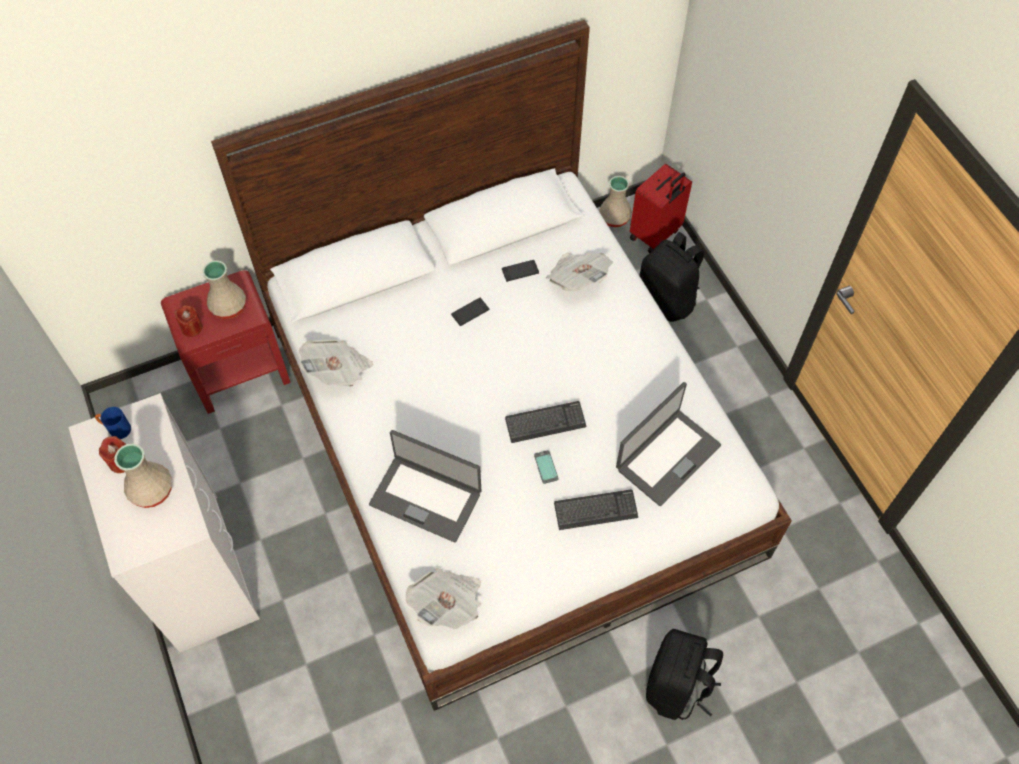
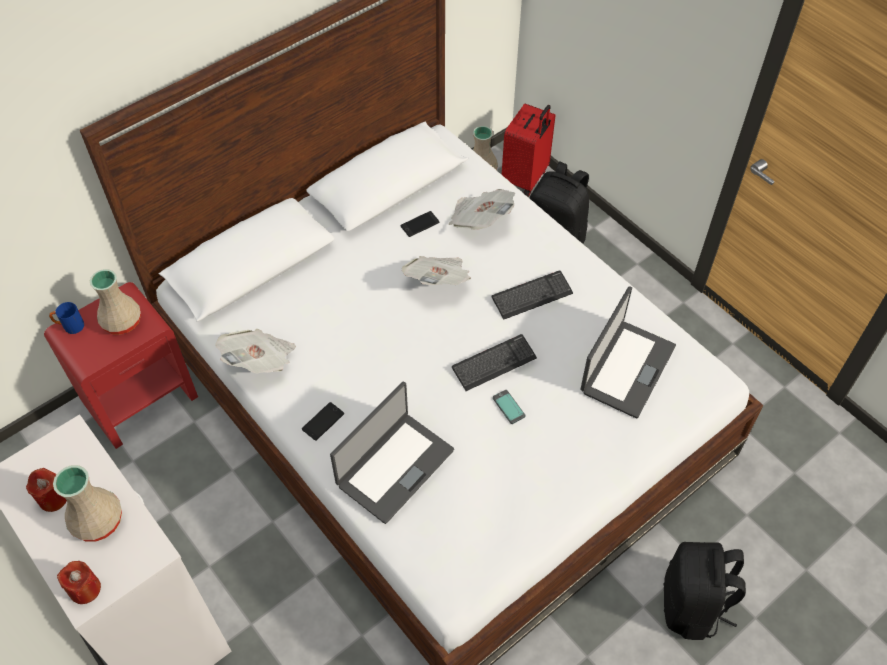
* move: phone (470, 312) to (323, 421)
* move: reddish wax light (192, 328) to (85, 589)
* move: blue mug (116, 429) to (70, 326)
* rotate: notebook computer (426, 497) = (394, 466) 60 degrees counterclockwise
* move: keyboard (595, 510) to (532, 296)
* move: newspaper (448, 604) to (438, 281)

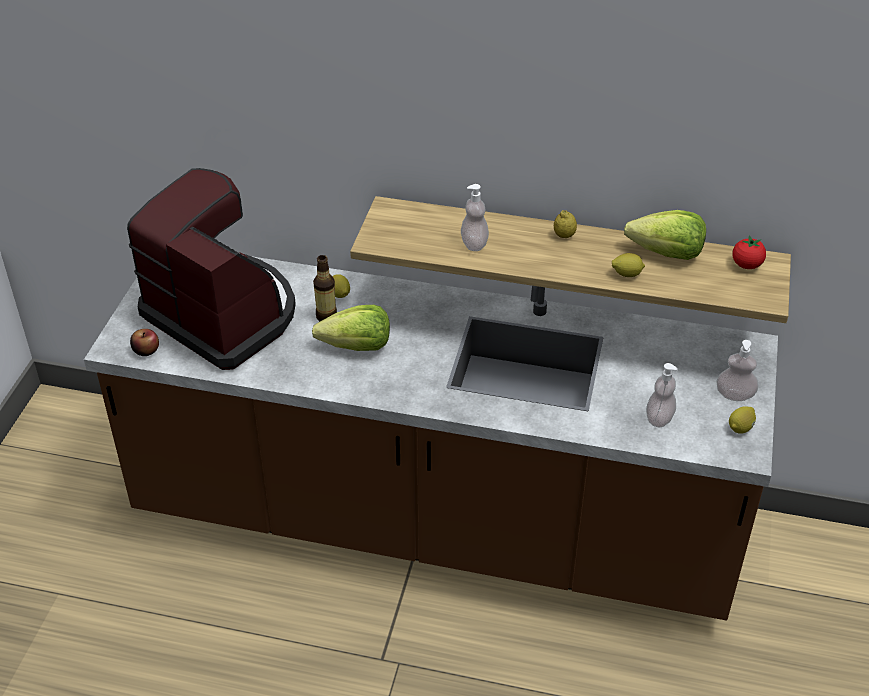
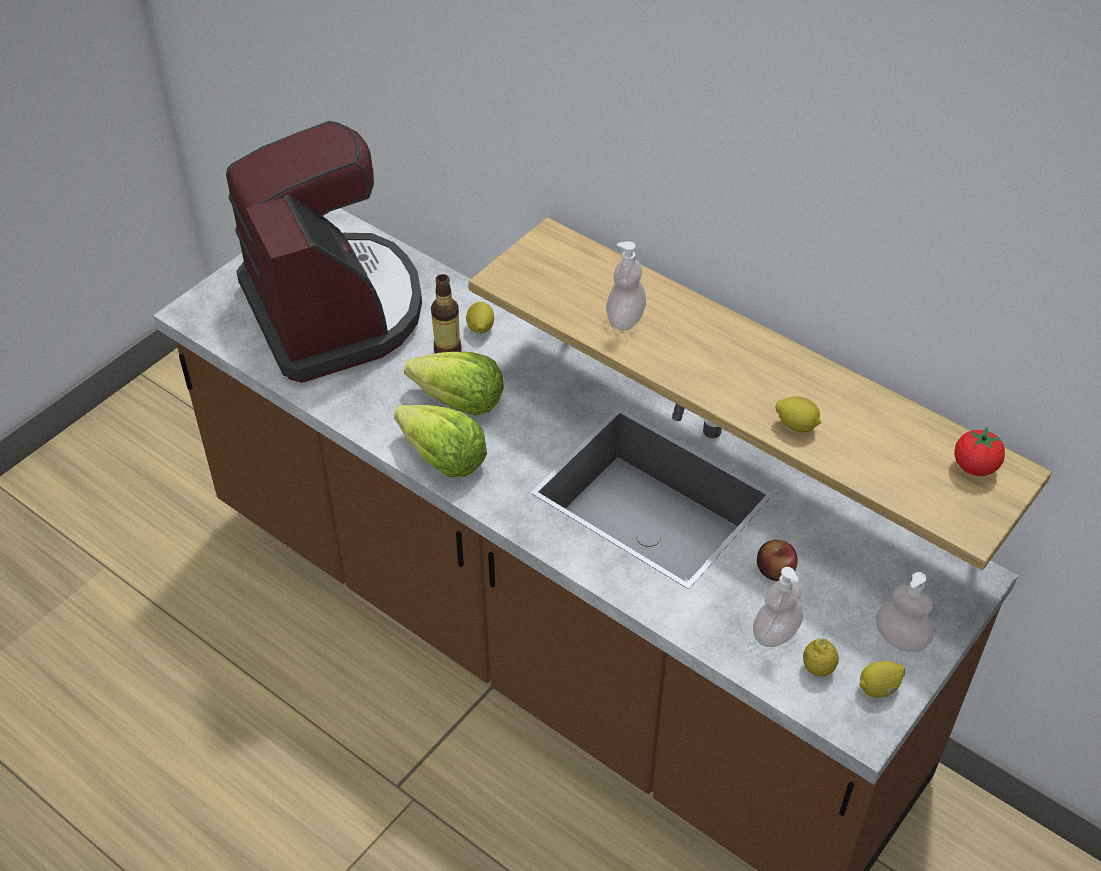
* move: citrus fruit (564, 235) to (818, 668)
* move: lettuce (666, 253) to (442, 459)
* move: apple (146, 350) to (775, 569)

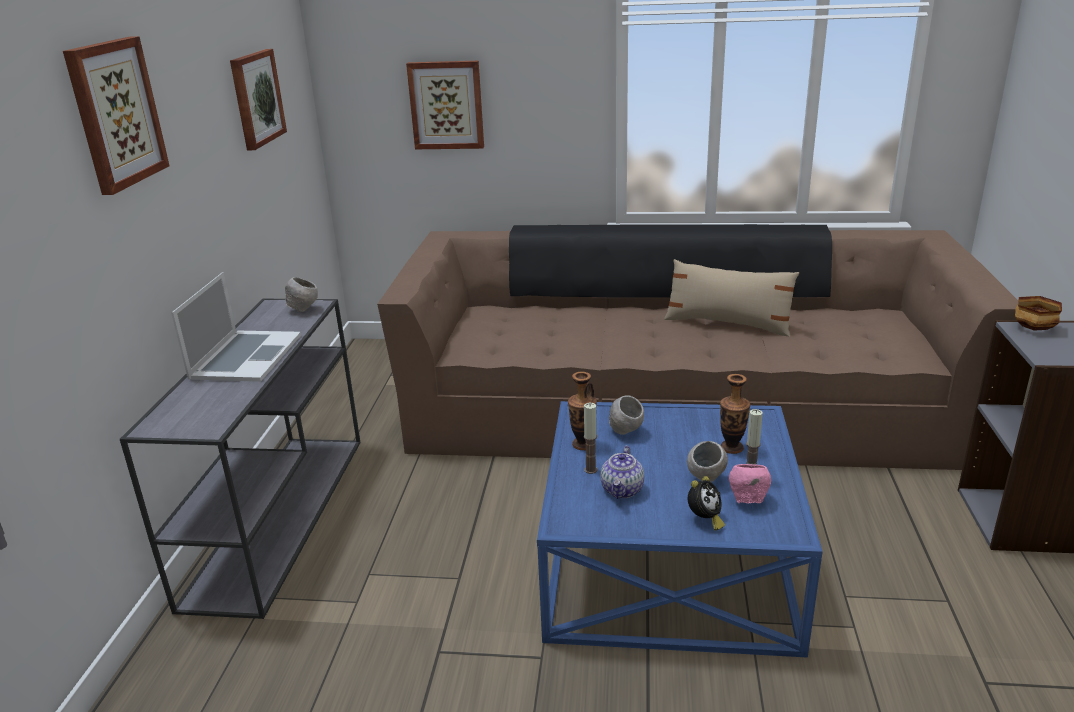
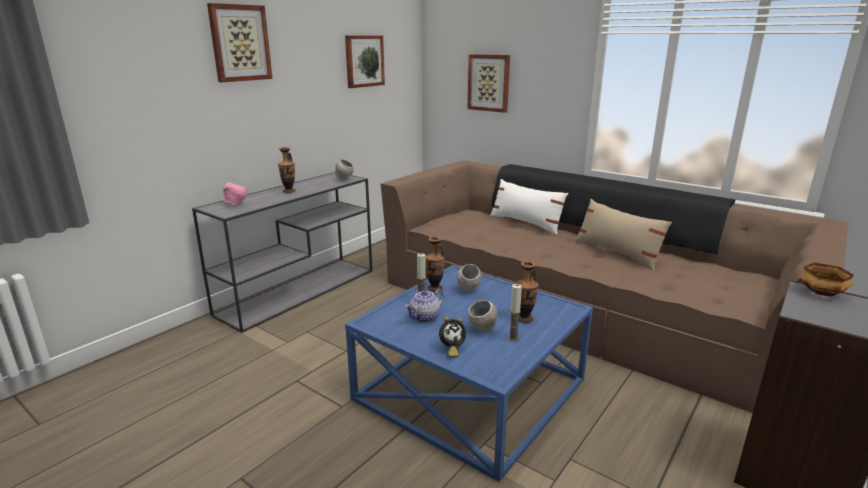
* replace: notebook computer (245, 356) to vase (289, 191)
* move: pinkish serving bowl (748, 500) to (236, 204)
* insert: whitish pillow (526, 223)

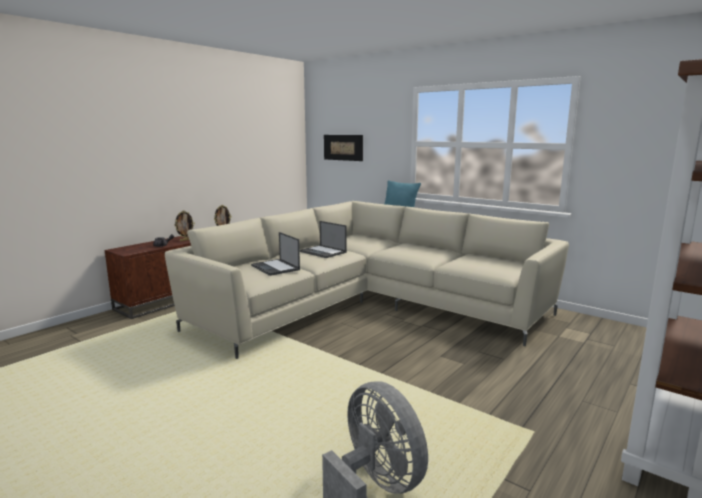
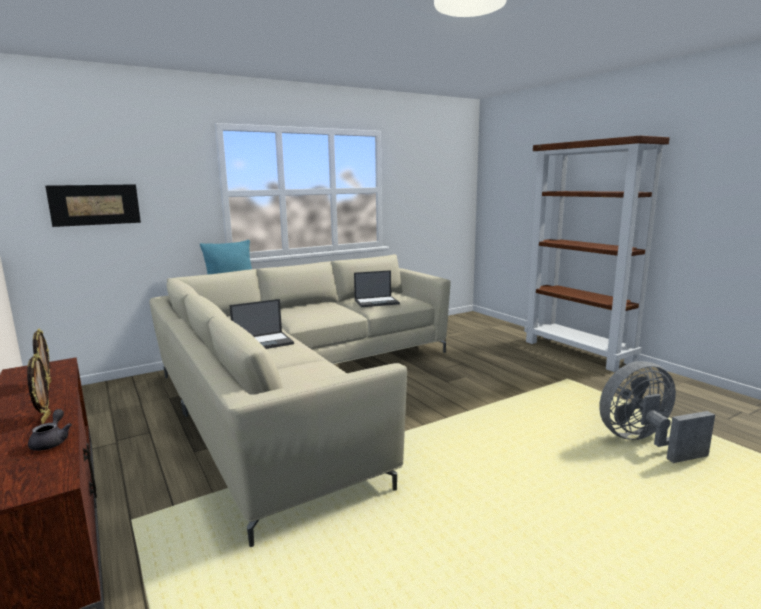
* move: notebook computer (276, 268) to (377, 302)

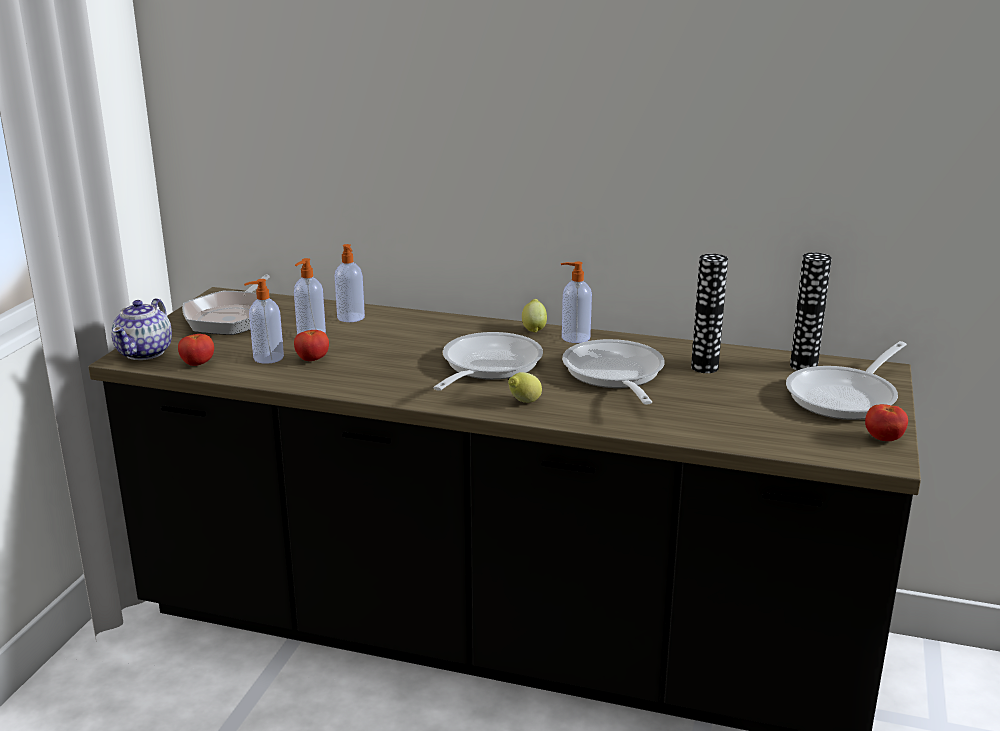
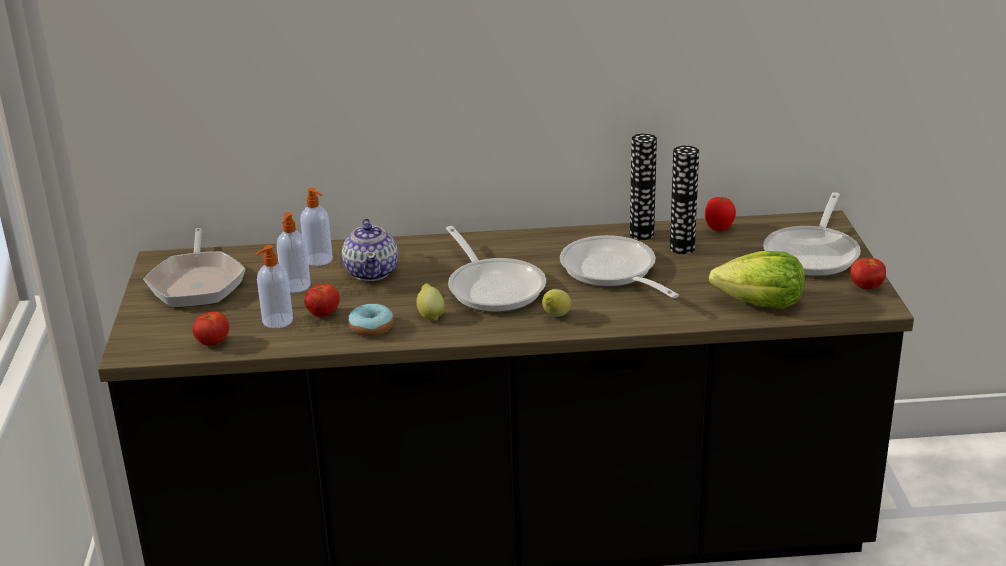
* move: vase (803, 366) to (641, 234)
* delete: liquid soap bottle (574, 338)
* move: tea pot (145, 352) to (372, 272)
* move: citrus fruit (534, 329) to (430, 316)
* rotate: frying pan (487, 367) = (493, 287) 150 degrees clockwise
* insert: tomato (718, 229)
* insert: lettuce (760, 303)
* insert: ring doughnut (371, 327)

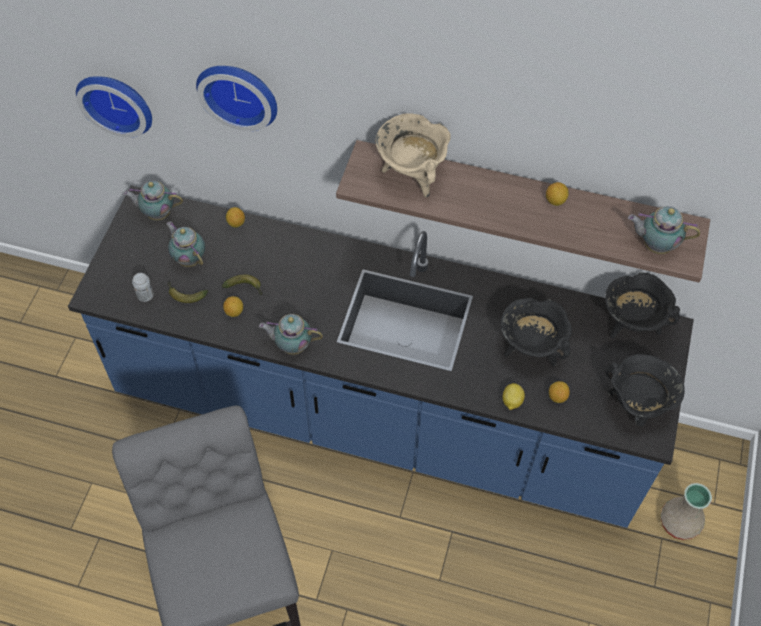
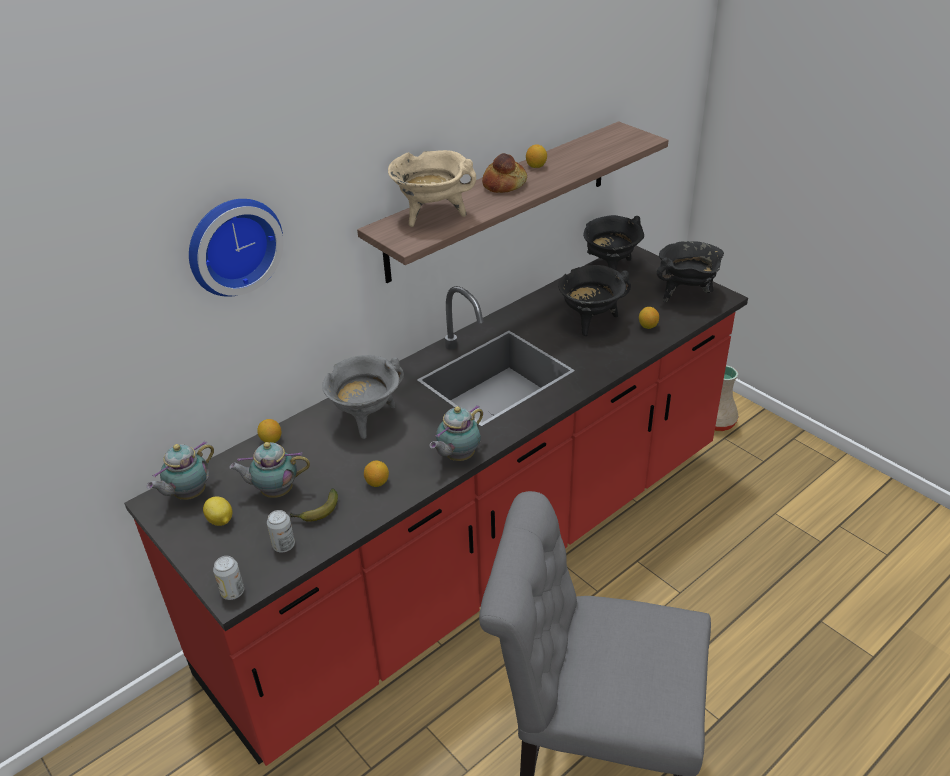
* delete: hanging clock (117, 101)
* recolor: blue kitchen counter (378, 415) to reddish kitchen counter (481, 557)
* delete: tea pot (655, 245)
* delete: banana (245, 288)
* move: citrus fruit (511, 401) to (220, 521)
* insert: baked bread (504, 185)
* insert: grey saucepot (366, 419)
* insert: metal can (232, 592)

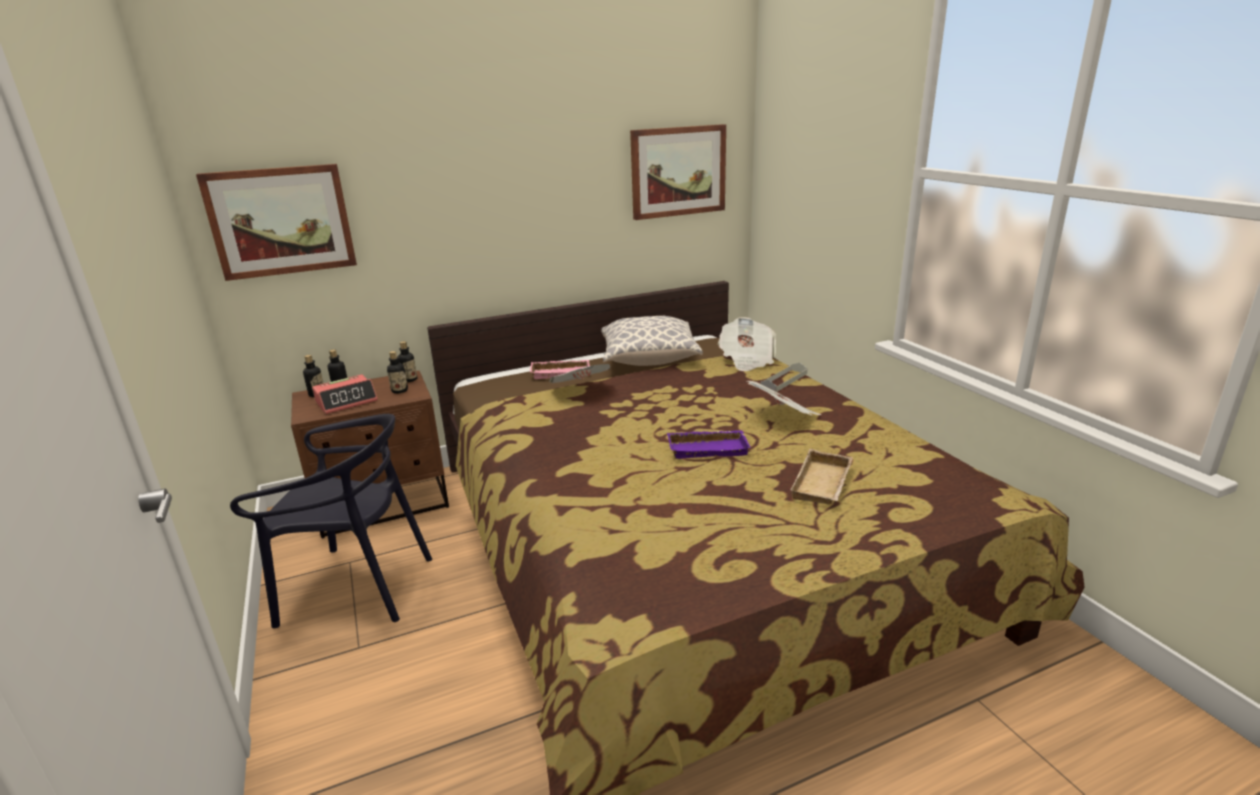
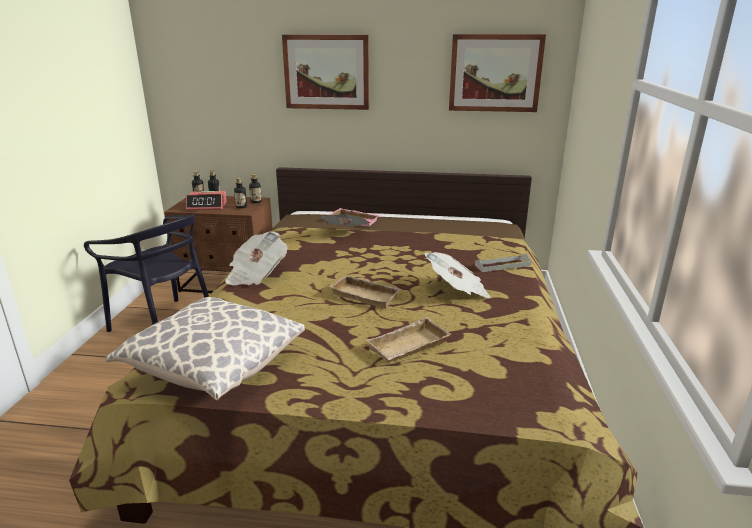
* move: wall art (281, 221) to (326, 72)
* move: pillow (649, 359) to (213, 367)
* move: newspaper (746, 360) to (256, 275)
* recolor: purple-coloured carrying tray (708, 448) to beige-coloured carrying tray (367, 295)

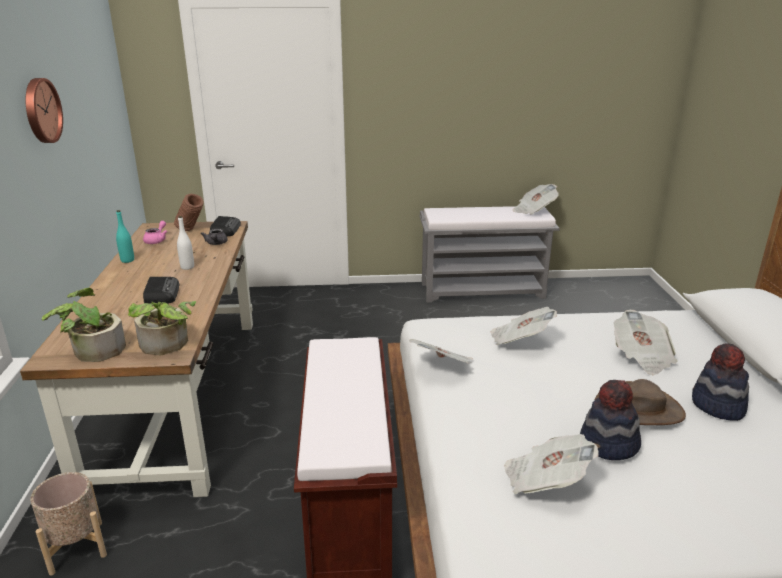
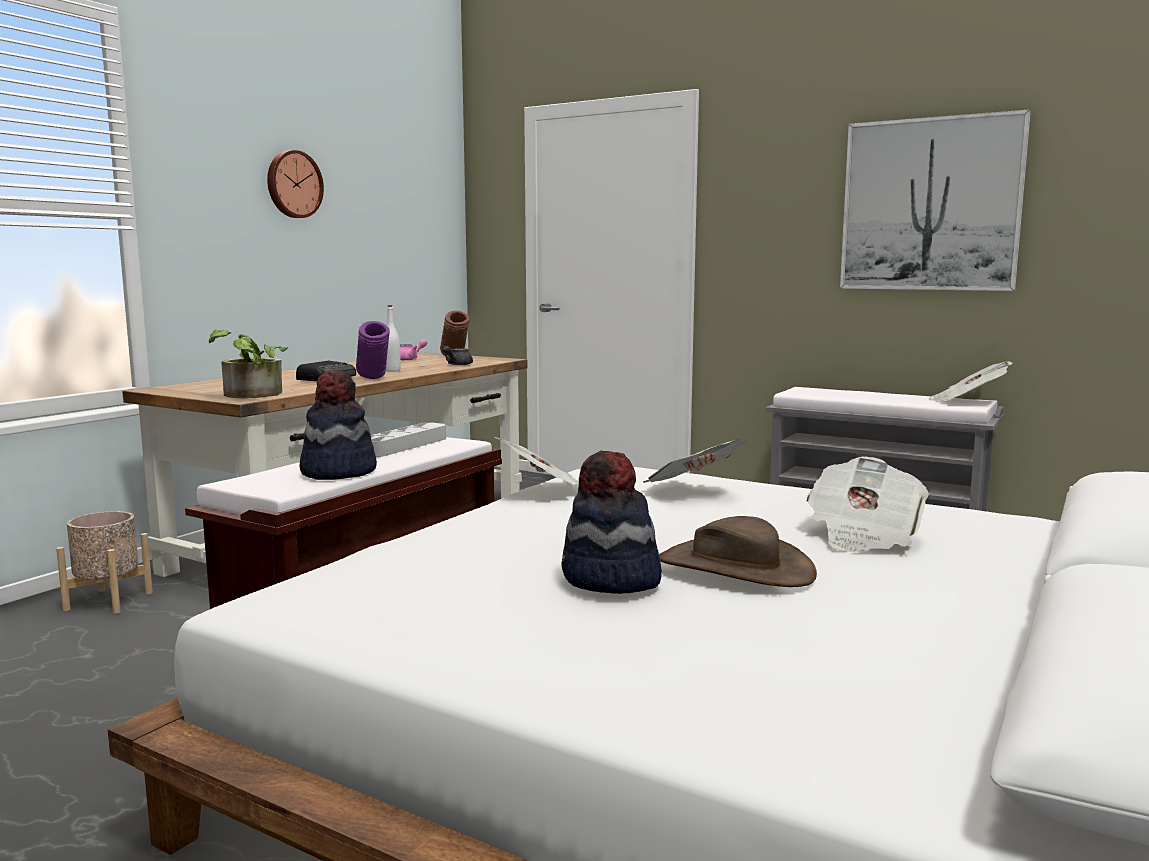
* delete: turquoise beverage bottle (127, 260)
* delete: radio set (225, 230)
* delete: houseplant (92, 350)
* move: wearable hat (717, 406) to (337, 472)
* delete: newspaper (545, 481)
* insert: wall art (930, 205)
* insert: purple-coloured vase (373, 379)
* insert: grey carrying tray (403, 446)

